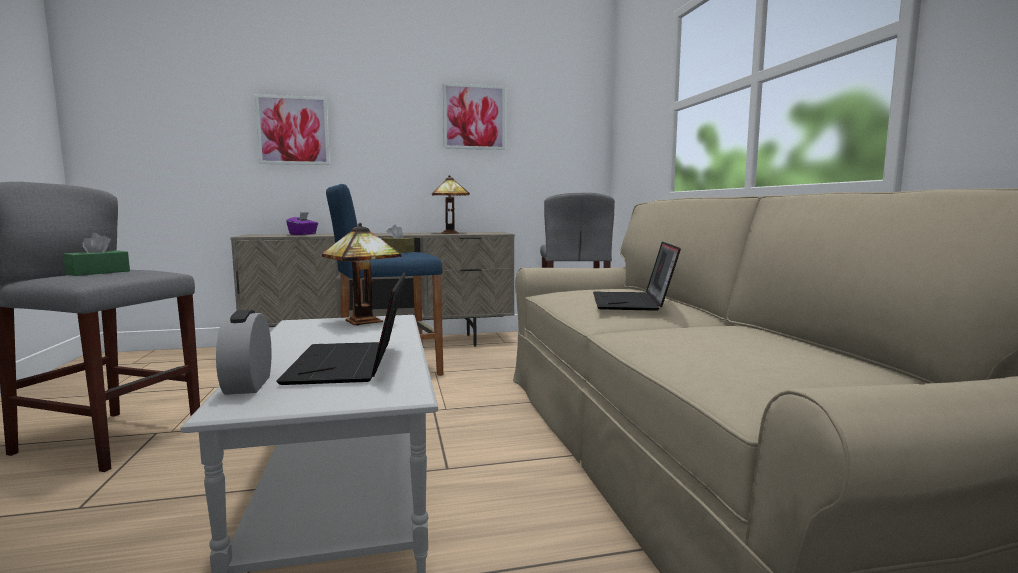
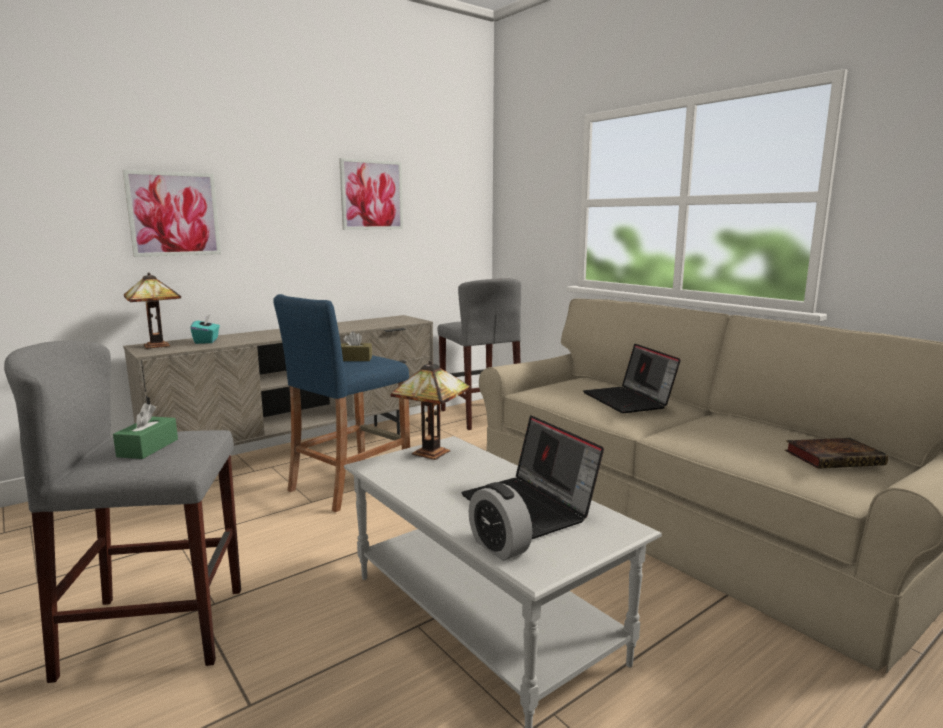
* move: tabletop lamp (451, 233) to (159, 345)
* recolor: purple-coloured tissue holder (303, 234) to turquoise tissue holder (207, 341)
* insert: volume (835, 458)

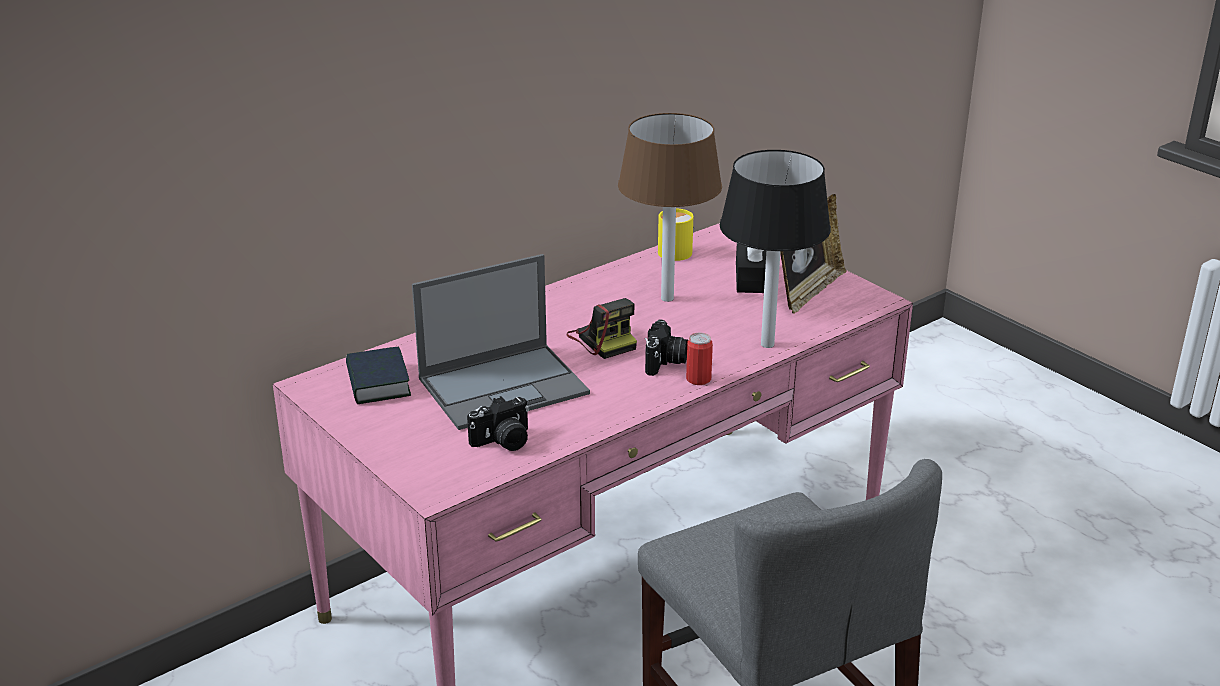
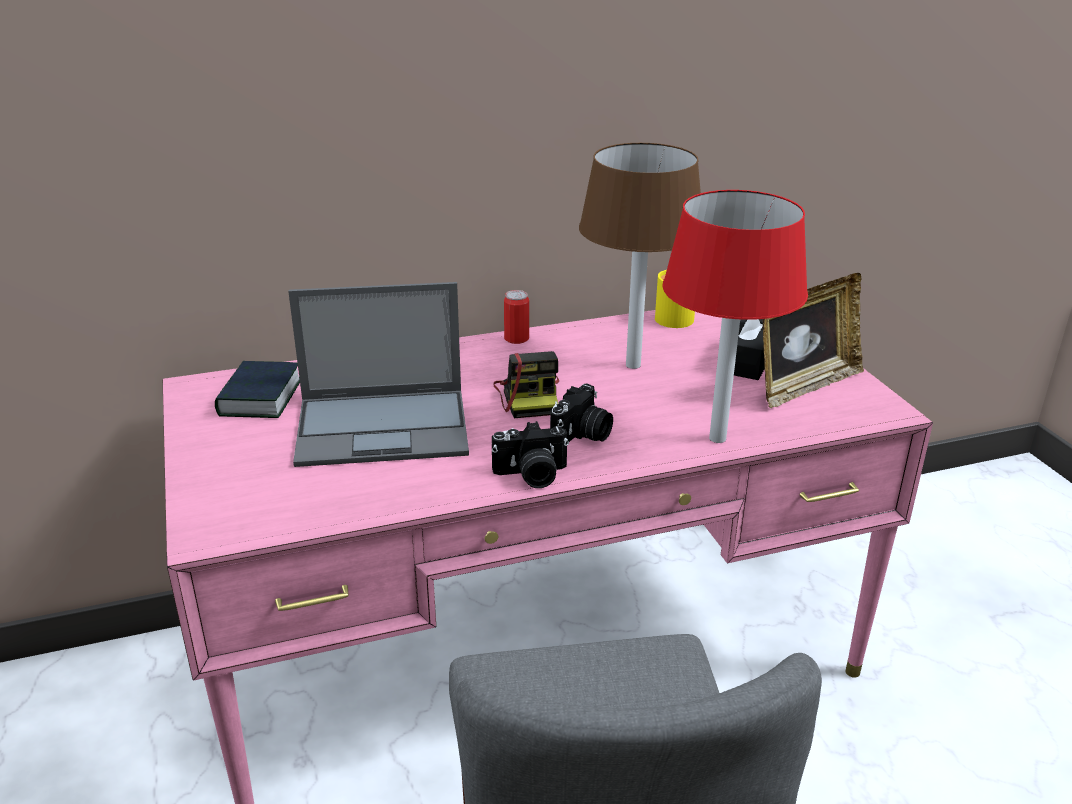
* recolor: blackish tabletop lamp (767, 345) to reddish tabletop lamp (717, 438)
* move: metal can (698, 379) to (516, 338)
* move: photo camera (503, 442) to (531, 475)

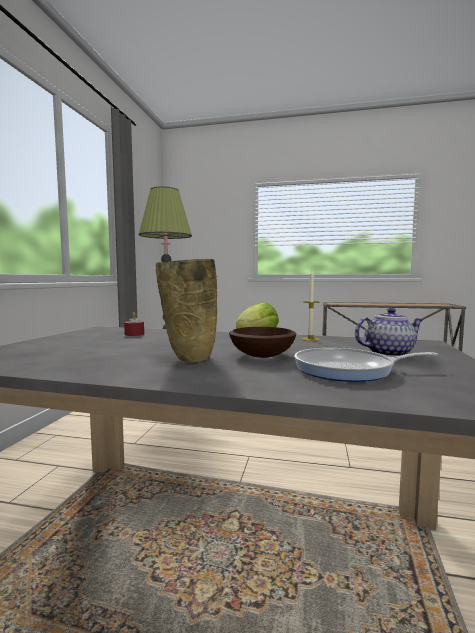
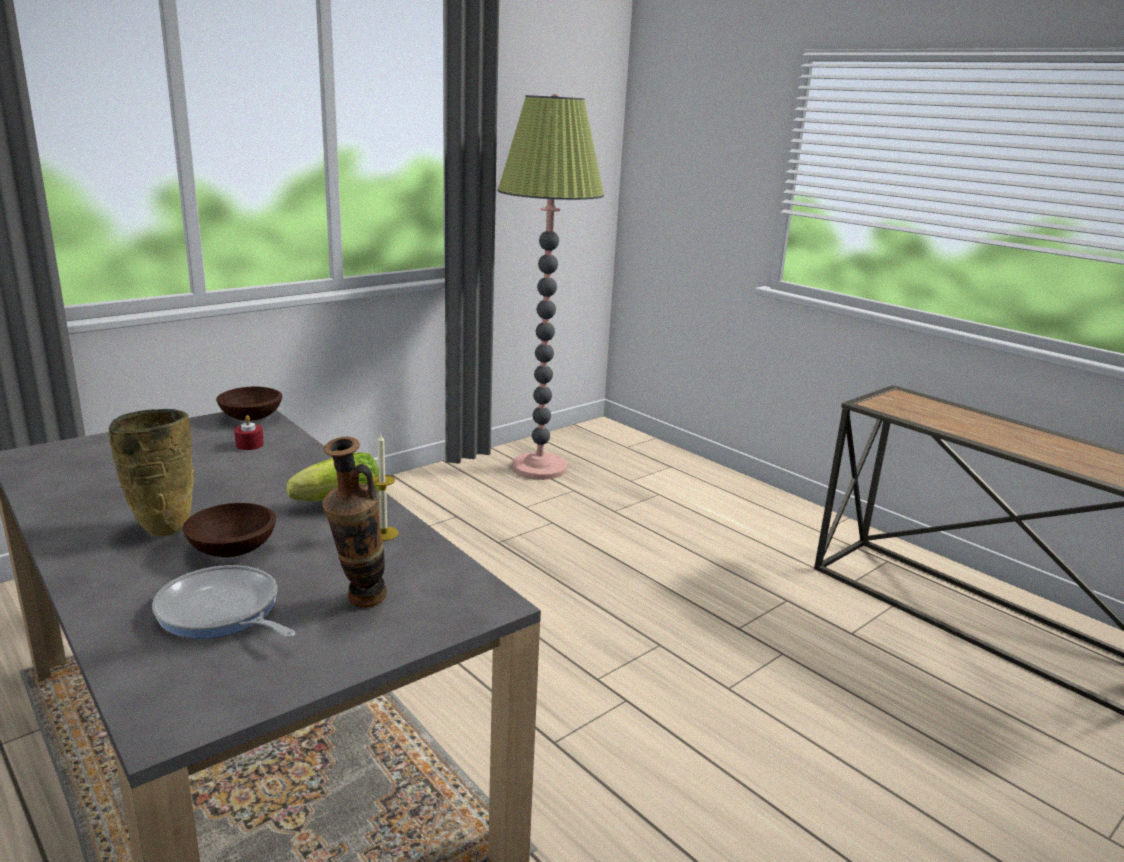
* replace: tea pot (389, 353) to vase (359, 604)
* insert: brown serving bowl (251, 417)

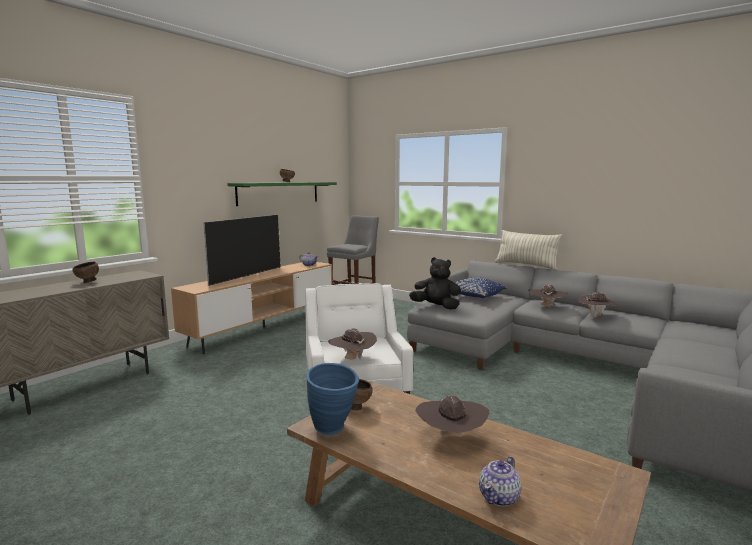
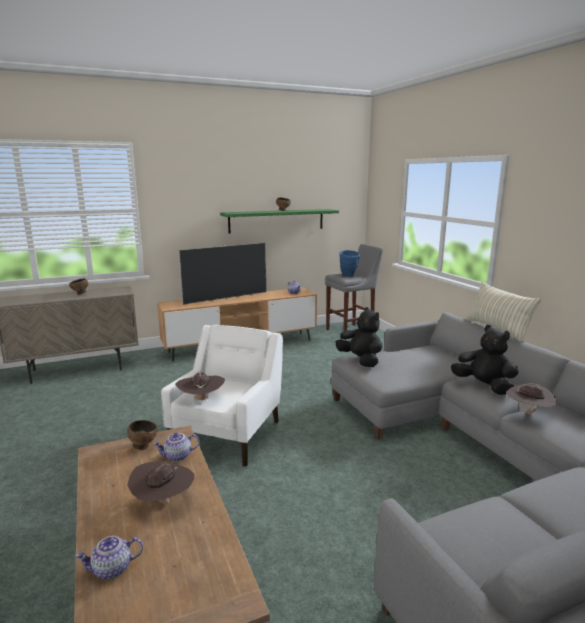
* delete: blue pillow (475, 297)
* replace: brown wearable hat (546, 306) to blackish soft toy (484, 386)
* move: blue vase (334, 430) to (349, 276)
* insert: tea pot (177, 456)

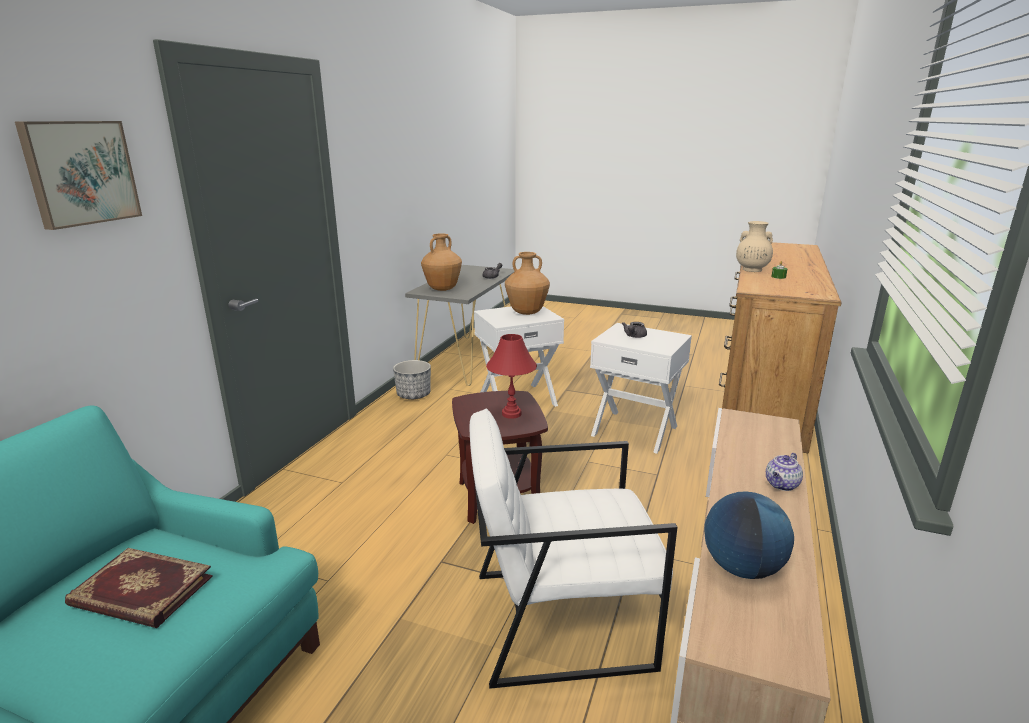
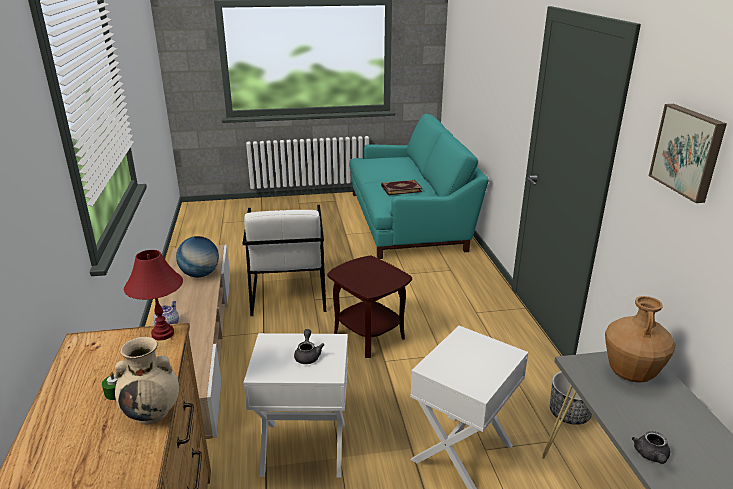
* move: wall art (80, 173) to (688, 151)
* delete: brown vase (527, 313)
* move: reddish tabletop lamp (512, 414) to (162, 334)
* rotate: whitish easy chair (561, 618) = (288, 292) 120 degrees clockwise

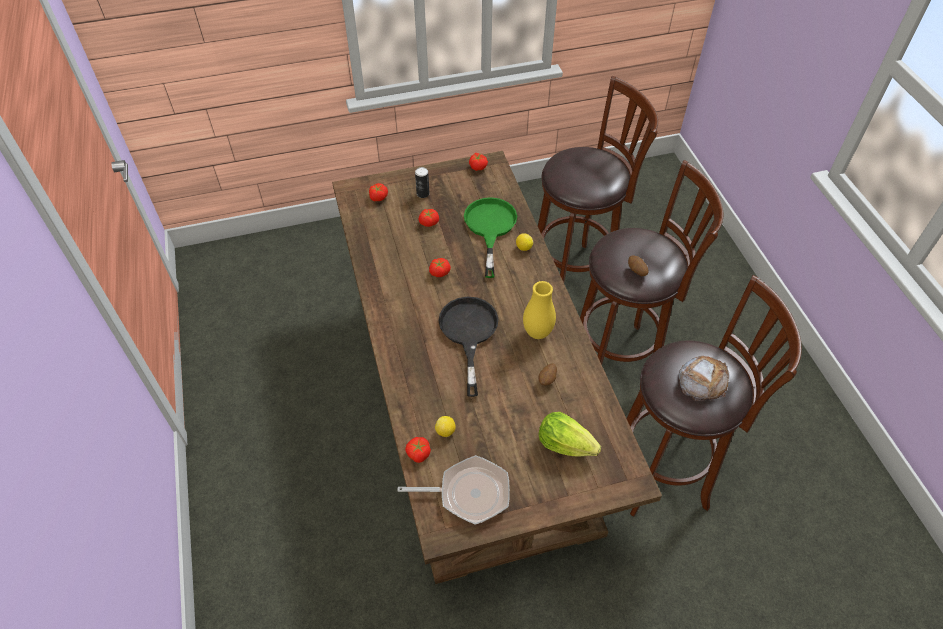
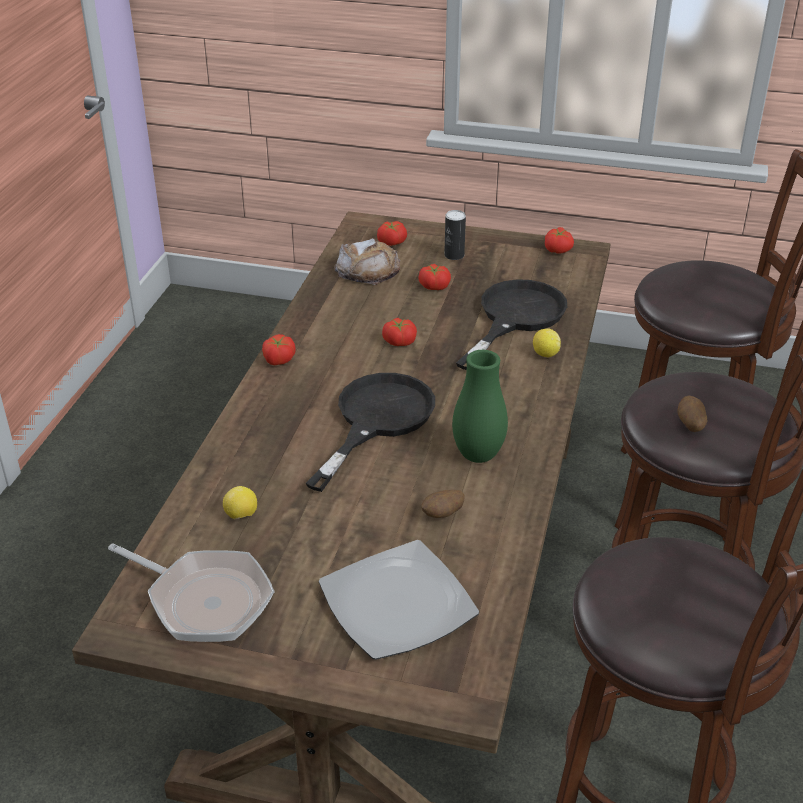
* recolor: green-coloured frying pan (490, 228) to blackish frying pan (515, 318)
* recolor: yellowish vase (537, 333) to green-coloured vase (478, 455)
* move: baked bread (702, 381) to (368, 269)
* replace: lettuce (565, 444) to dinner plate (398, 603)
* move: tomato (418, 453) to (278, 359)

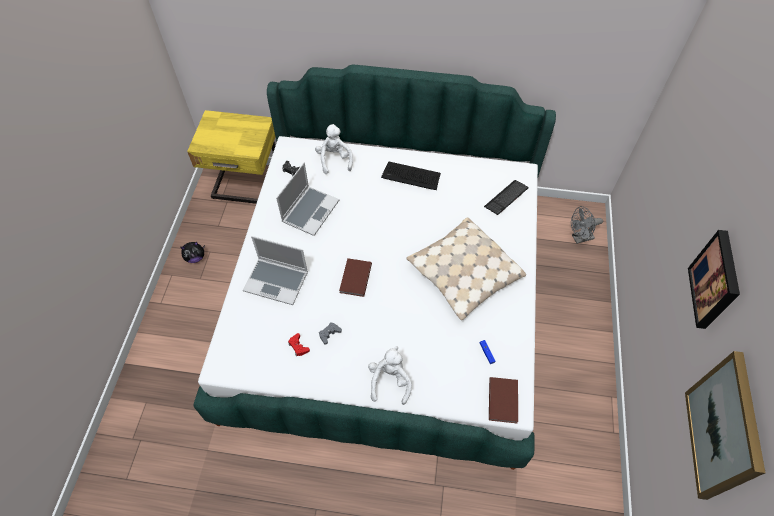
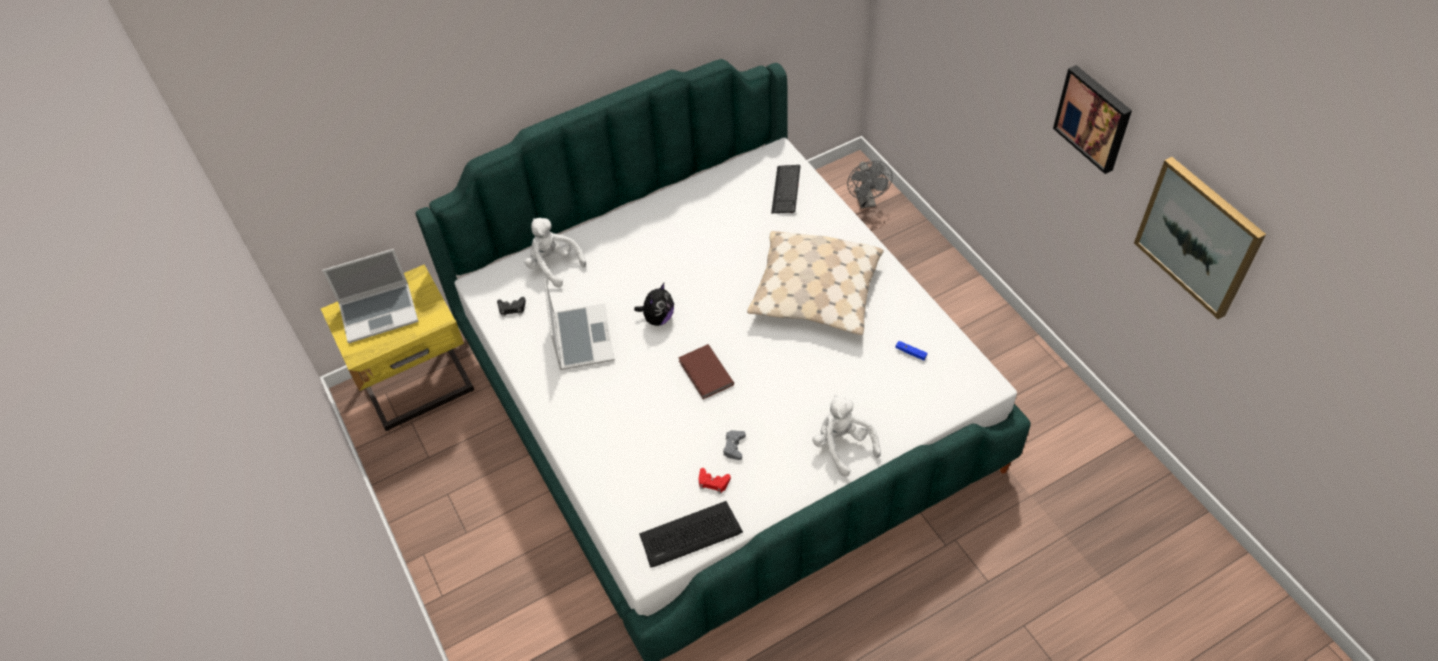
* move: keyboard (411, 176) to (690, 535)
* rotate: grey cooling fan (579, 238) = (866, 202) 45 degrees counterclockwise
* move: notebook computer (277, 281) to (380, 312)
* move: soft toy (195, 257) to (658, 318)
* delete: brown volume (504, 400)

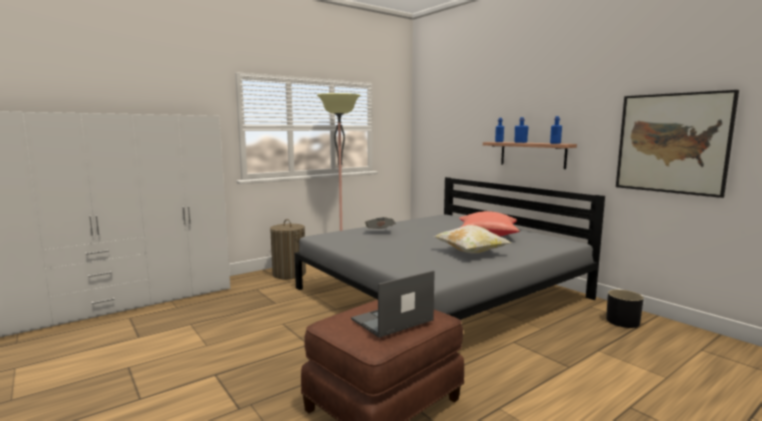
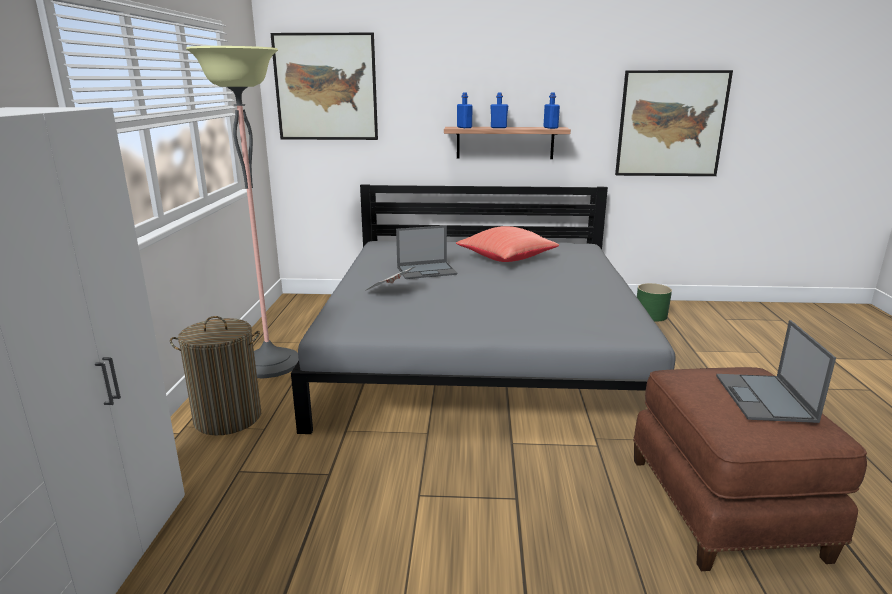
* delete: pillow (471, 253)
* recolor: blackish flower pot (623, 321) to green-coloured flower pot (651, 315)
* insert: wall art (326, 87)
* insert: notebook computer (427, 270)

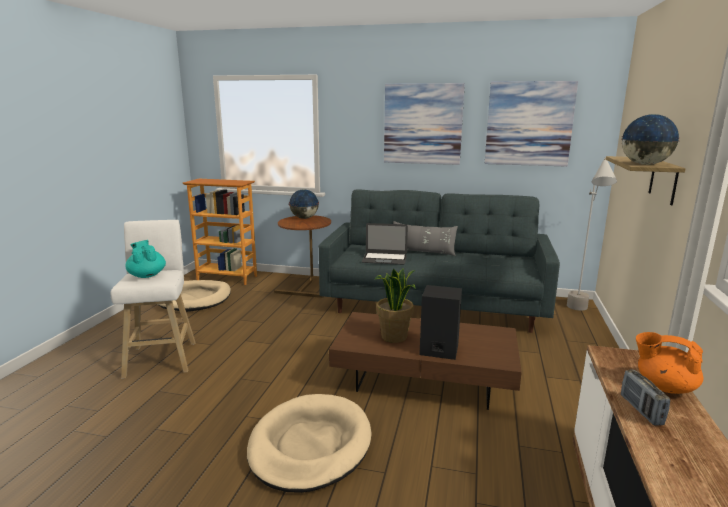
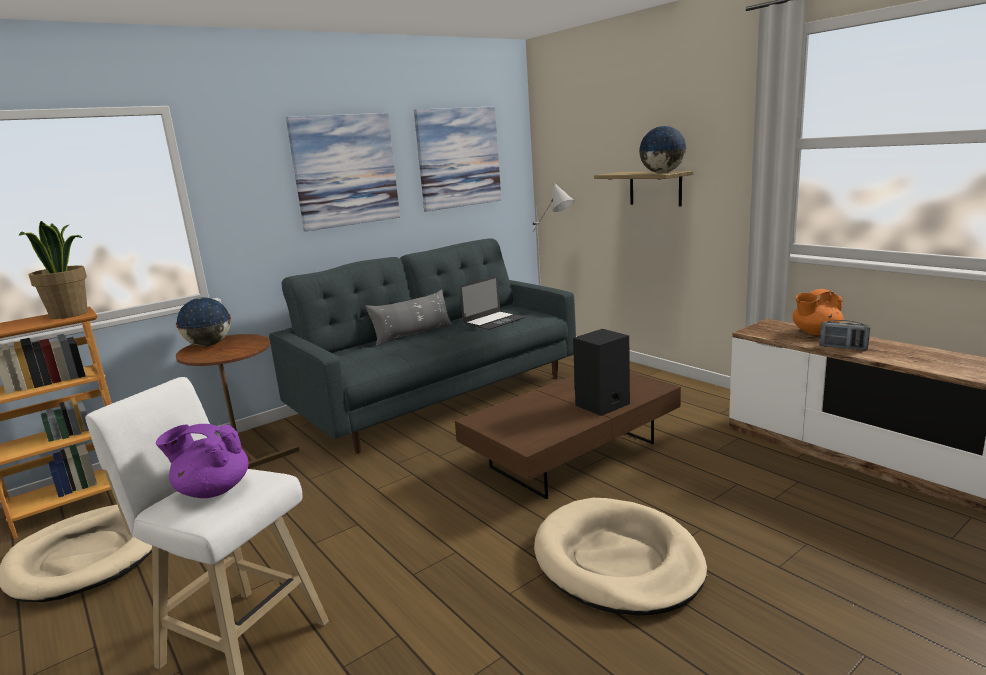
* move: notebook computer (384, 259) to (494, 320)
* recolor: turquoise tea pot (147, 275) to purple-coloured tea pot (213, 490)
* move: houseplant (394, 337) to (69, 314)

